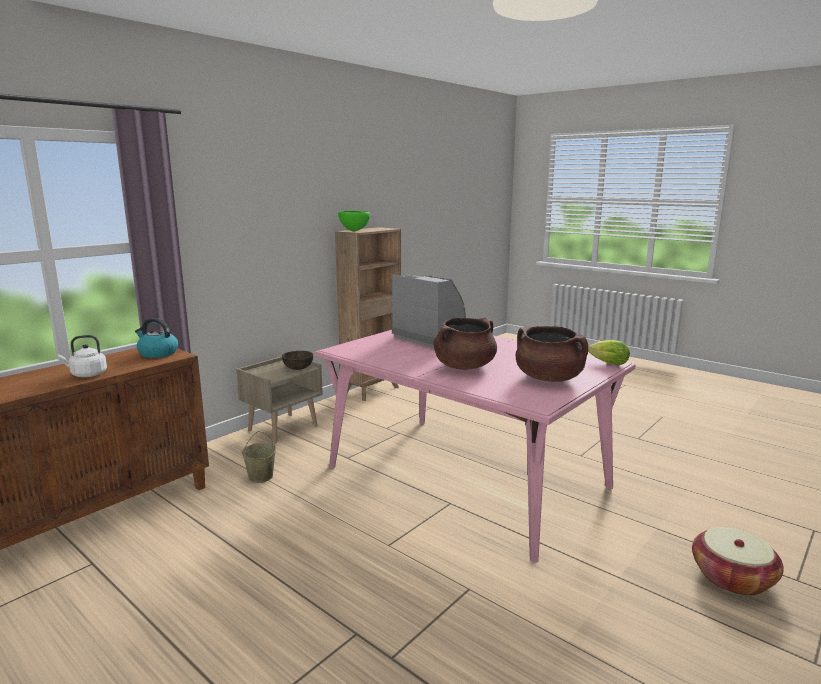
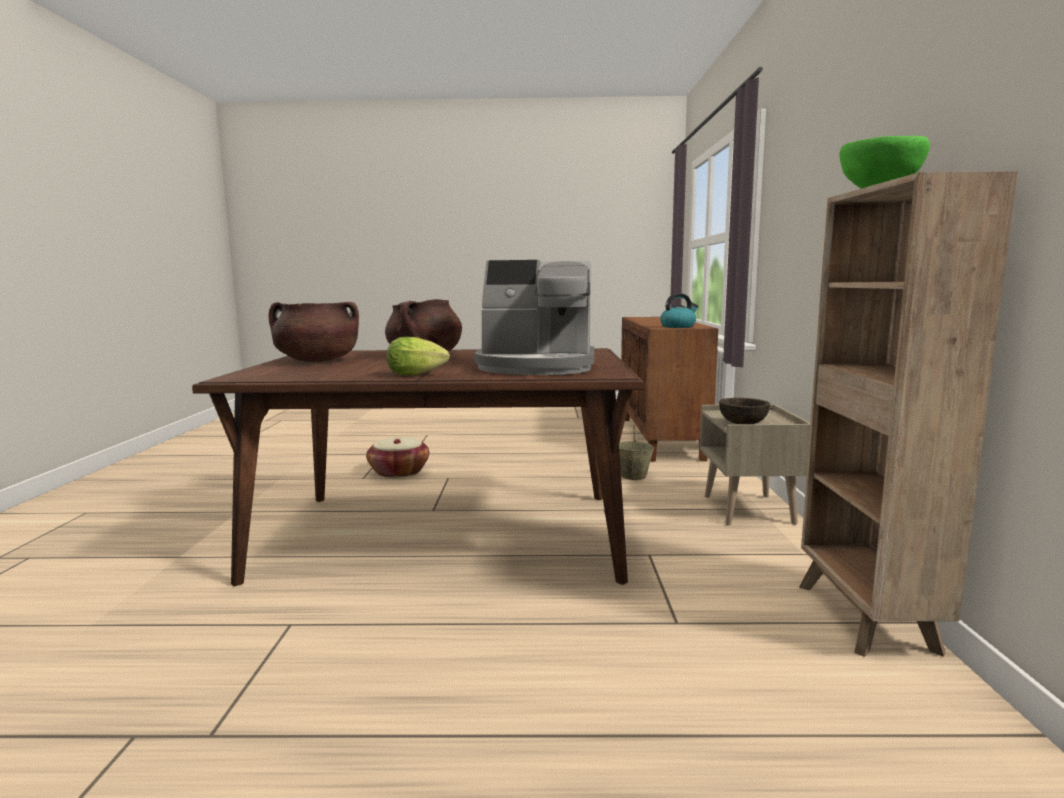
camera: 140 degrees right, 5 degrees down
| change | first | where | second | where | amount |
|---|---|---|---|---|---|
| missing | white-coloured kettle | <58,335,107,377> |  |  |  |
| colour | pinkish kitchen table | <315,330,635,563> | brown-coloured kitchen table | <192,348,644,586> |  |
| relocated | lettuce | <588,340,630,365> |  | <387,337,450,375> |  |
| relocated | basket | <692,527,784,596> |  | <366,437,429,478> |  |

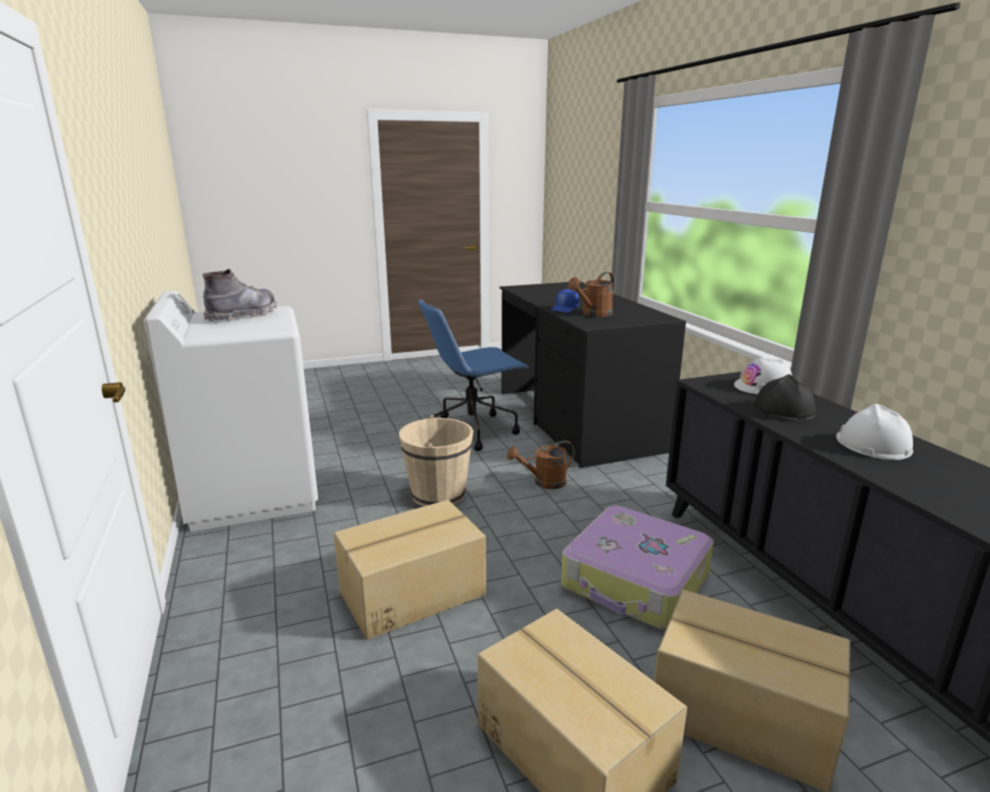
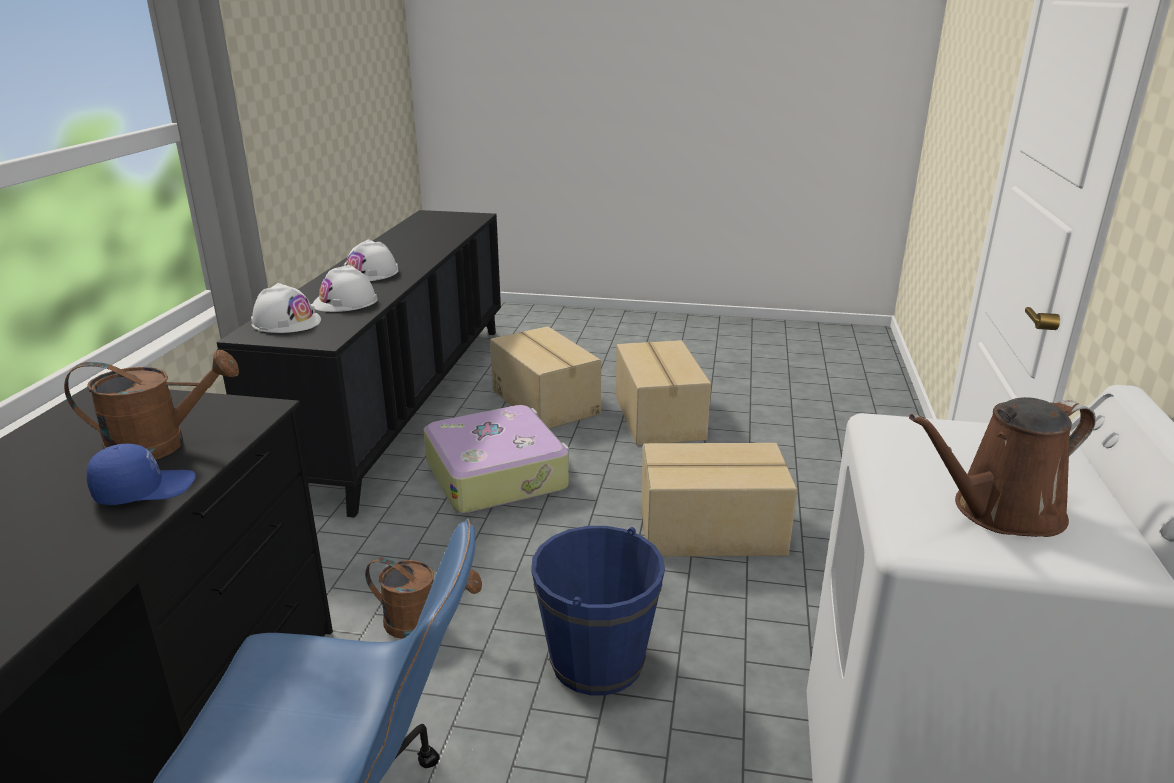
camera: 150 degrees left, 5 degrees up
| change | first | where | second | where | amount |
|---|---|---|---|---|---|
| exchanged | grey tall boot | <203,269,277,322> | brown-coloured sprinkling can | <909,397,1096,537> |  |
| colour | beige-coloured bucket | <399,415,473,506> | blue bucket | <531,526,665,696> |  |
| colour | black-coloured hard hat | <753,374,816,422> | white-coloured hard hat | <313,265,378,312> |  |

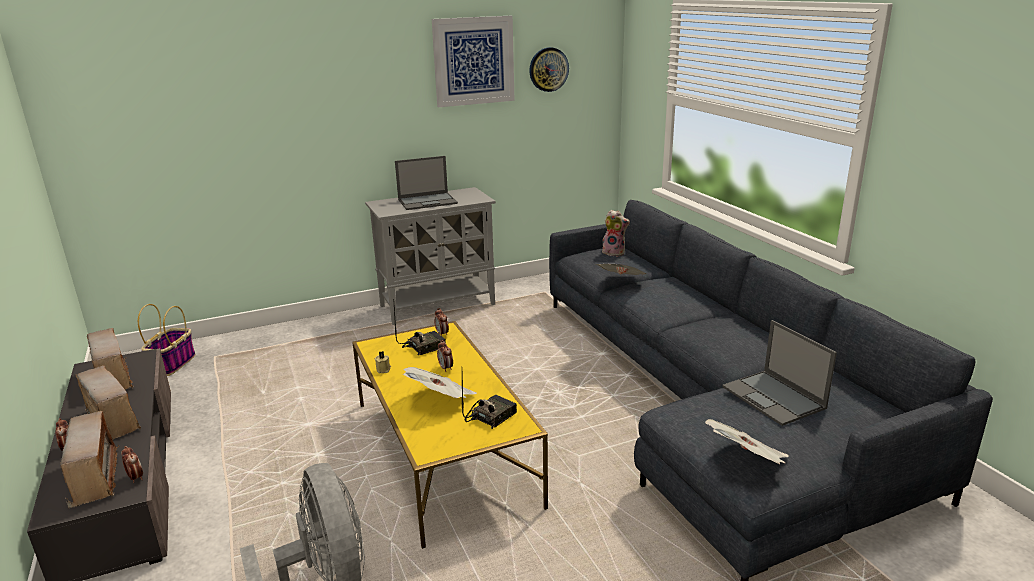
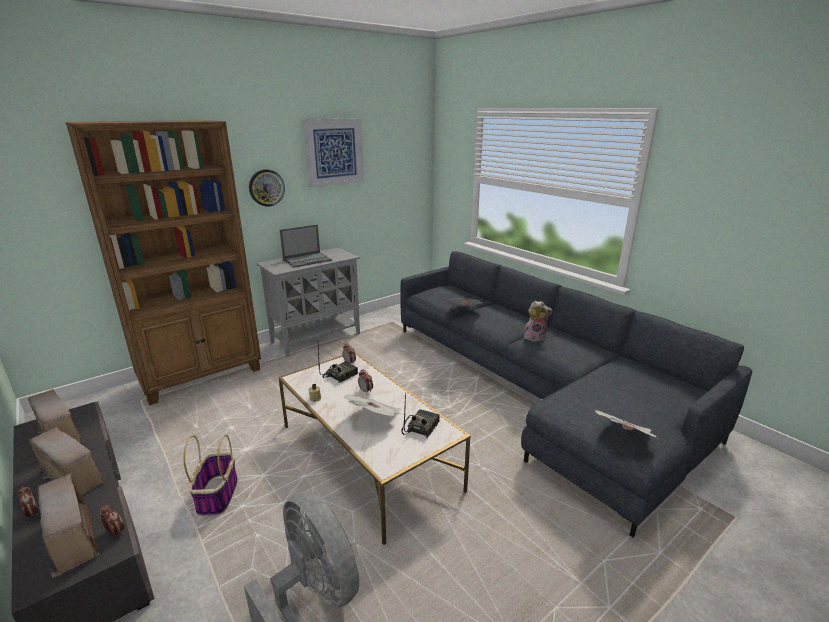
camera: 15 degrees left, 0 degrees up
| change | first | where | second | where | amount |
|---|---|---|---|---|---|
| relocated | basket | <138,304,196,376> |  | <183,435,238,516> |  |
| colour | yellow lounge table | <352,321,548,549> | white-coloured lounge table | <279,352,471,545> |  |
| relocated | hanging clock | <529,47,569,92> |  | <249,169,285,207> |  |
| relocated | plush toy | <602,210,630,257> |  | <524,301,553,342> |  |
| missing | laptop | <722,320,837,426> |  |  |  |
| appeared |  |  | brown-coloured bookcase | <66,120,261,405> |  |

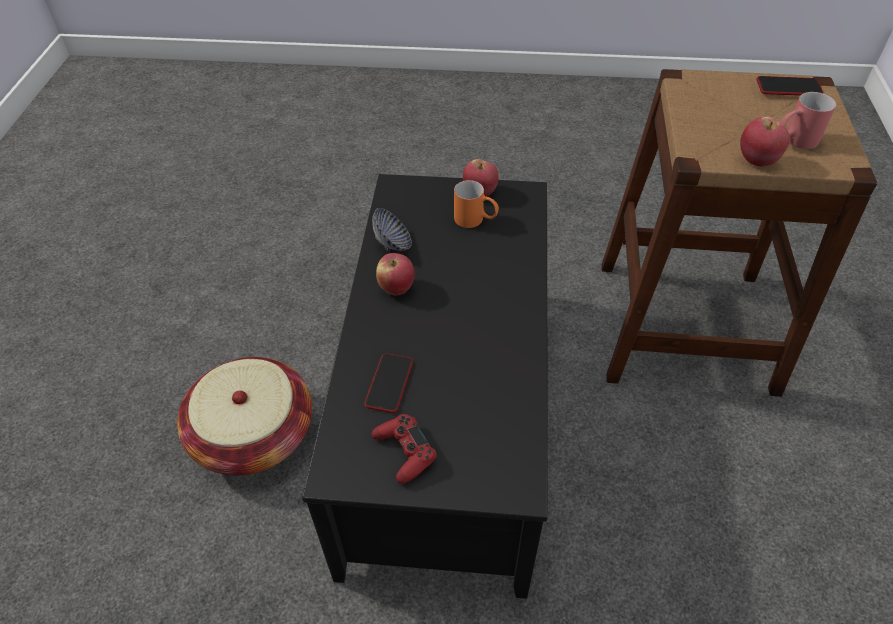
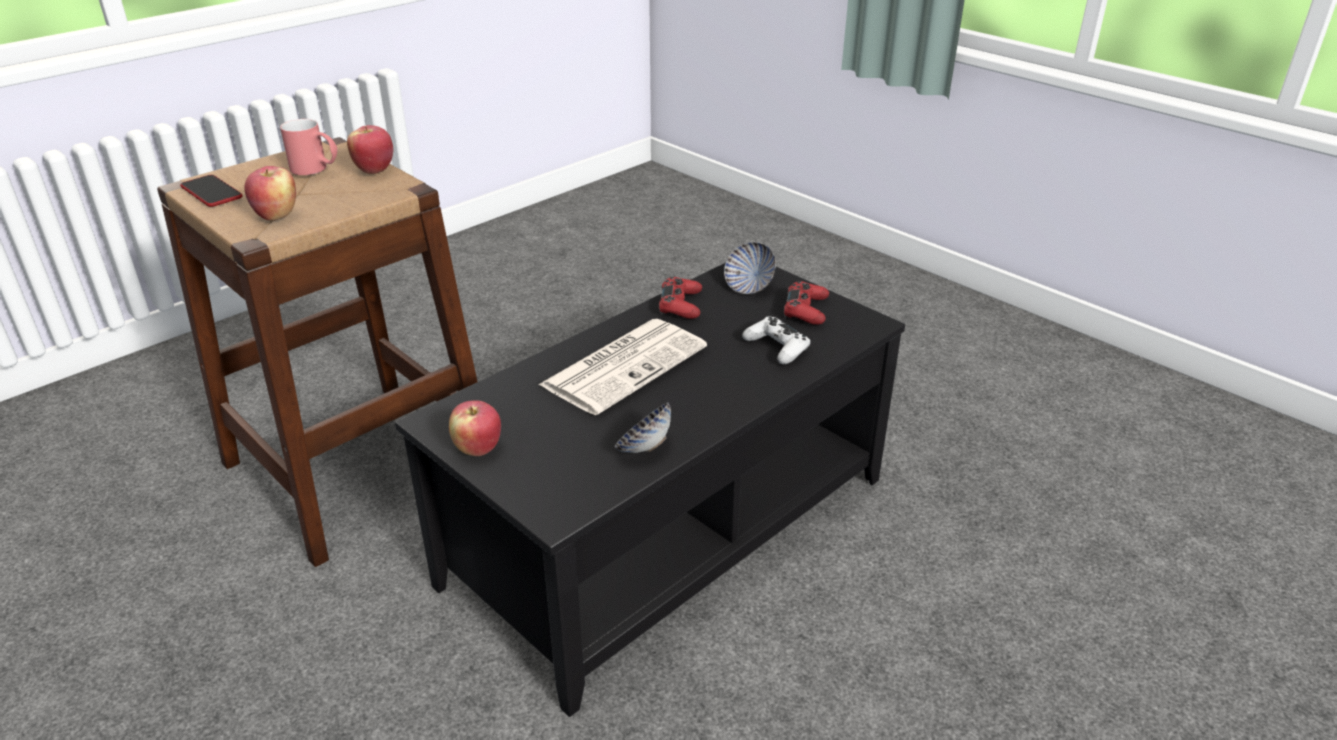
camera: 140 degrees left, 15 degrees down
| change | first | where | second | where | amount |
|---|---|---|---|---|---|
| missing | basket | <177,357,312,475> |  |  |  |
| exchanged | phone | <364,353,413,413> | white-coloured gamepad | <742,317,810,364> |  |
| relocated | apple | <376,253,415,296> |  | <245,166,296,221> |  |
| missing | orange-coloured mug | <454,180,499,228> |  |  |  |
| appeared |  |  | printed paper | <538,319,707,415> |  |
| appeared |  |  | reddish gamepad | <659,277,702,319> |  |
| appeared |  |  | serving bowl | <724,242,776,294> |  |

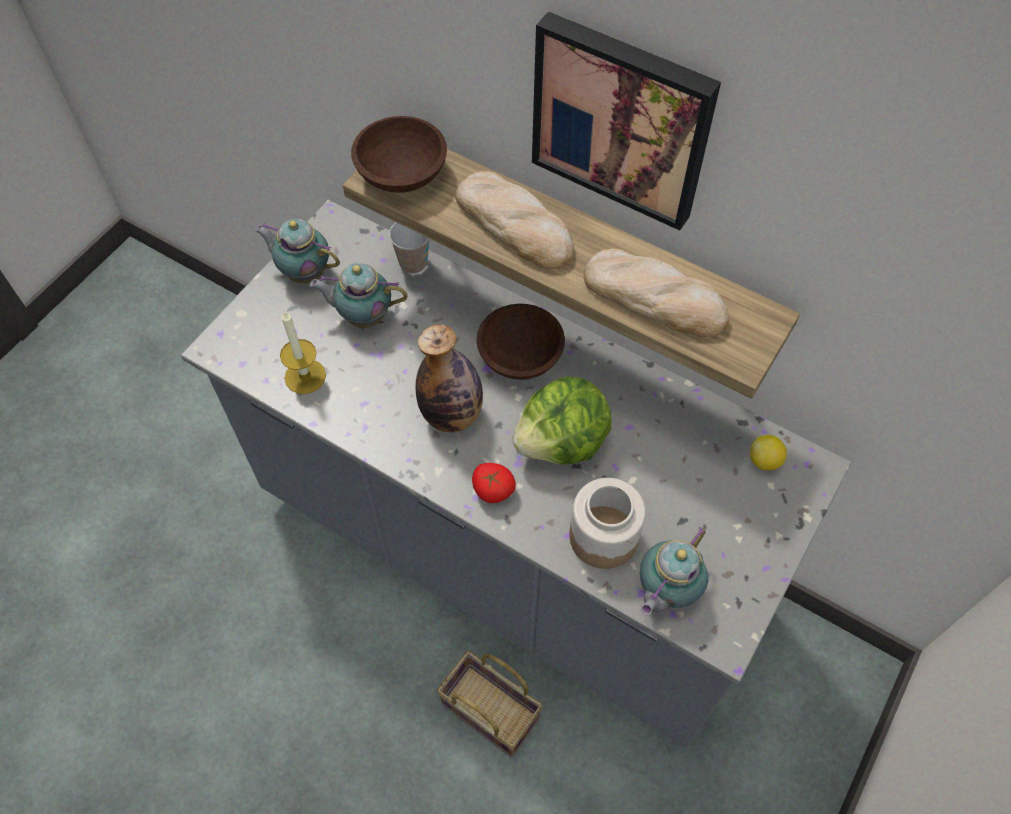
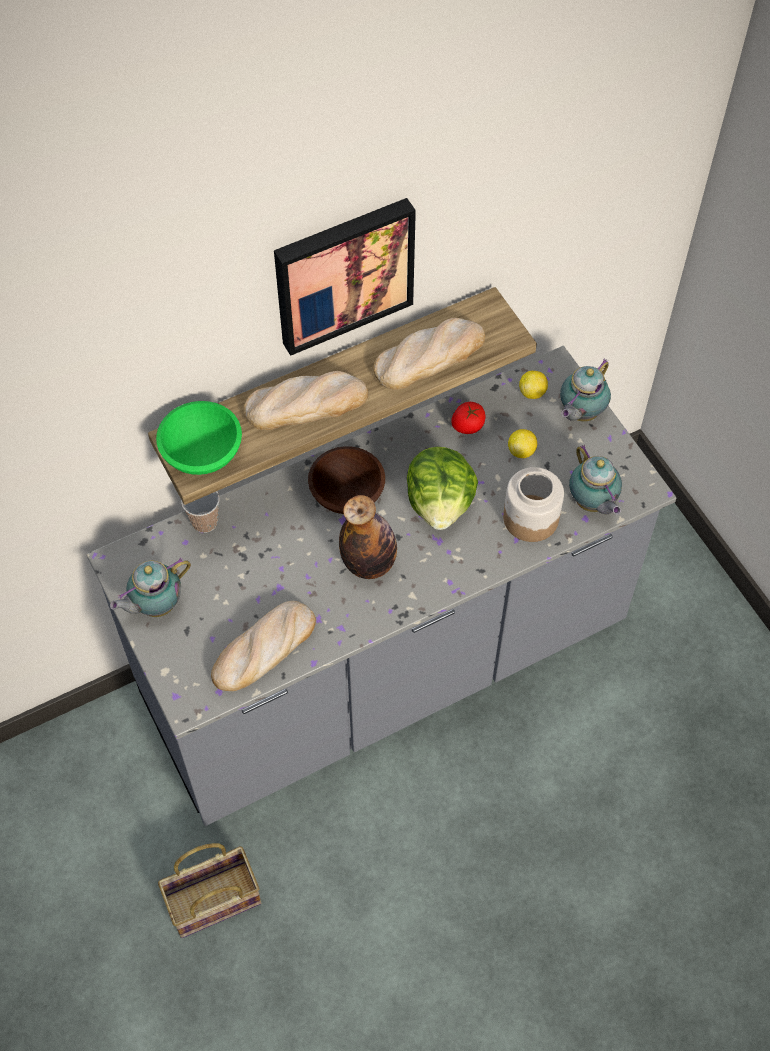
camera: 60 degrees left, 0 degrees up
| change | first | where | second | where | amount |
|---|---|---|---|---|---|
| exchanged | candle | <280,310,326,394> | bakery bread | <211,601,316,691> |  |
| relocated | teapot | <310,263,408,328> |  | <560,358,611,422> |  |
| colour | brown-coloured serving bowl | <351,116,447,193> | green-coloured serving bowl | <156,401,242,475> |  |
| relocated | basket | <437,651,543,757> |  | <158,843,261,938> |  |
| relocated | whole tomato | <472,463,516,503> |  | <451,402,485,434> |  |
| appeared |  |  | citrus fruit | <508,429,537,458> |  |

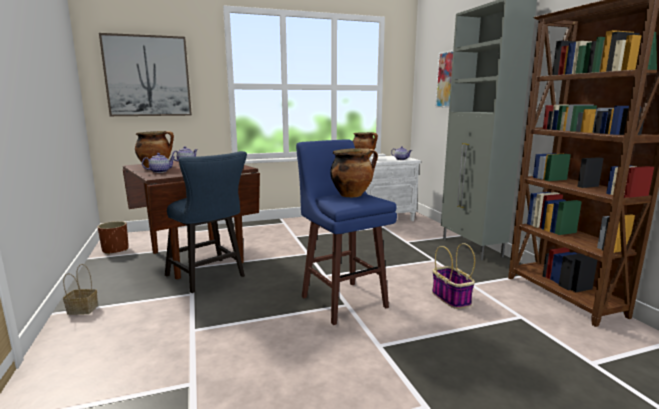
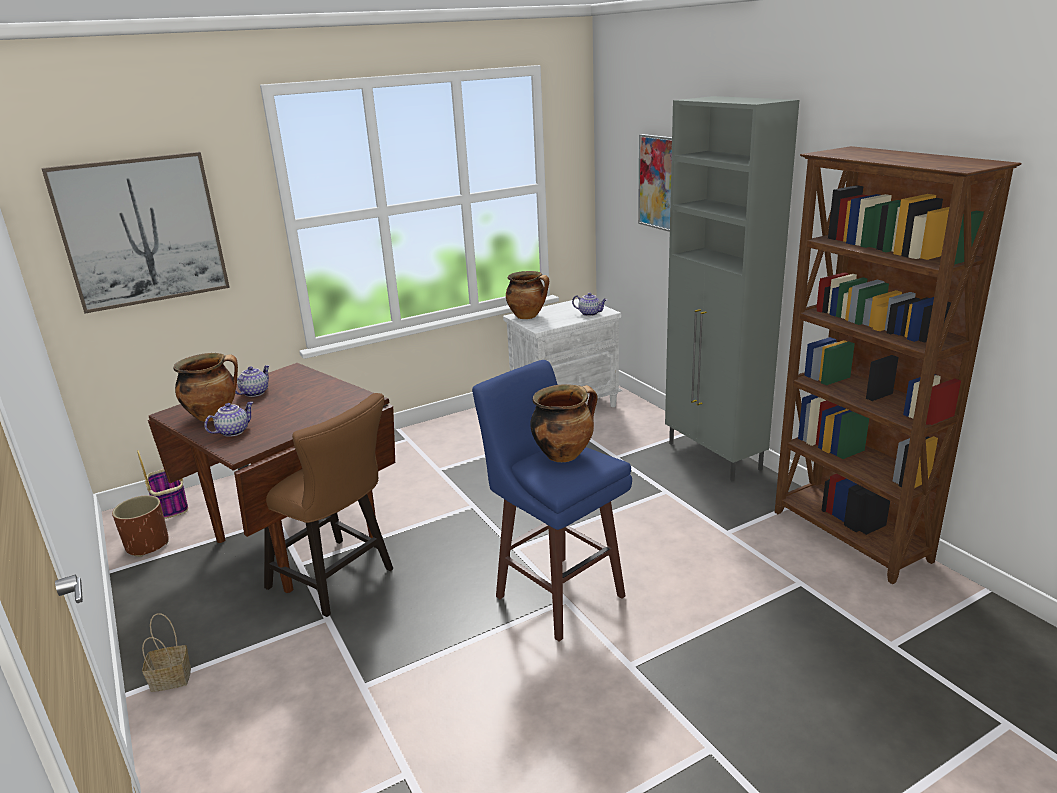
camera: 10 degrees left, 10 degrees up
| change | first | where | second | where | amount |
|---|---|---|---|---|---|
| colour | blue upright chair | <165,151,247,293> | brown-coloured upright chair | <264,393,393,617> |  |
| relocated | basket | <432,243,475,309> |  | <137,450,188,519> |  |

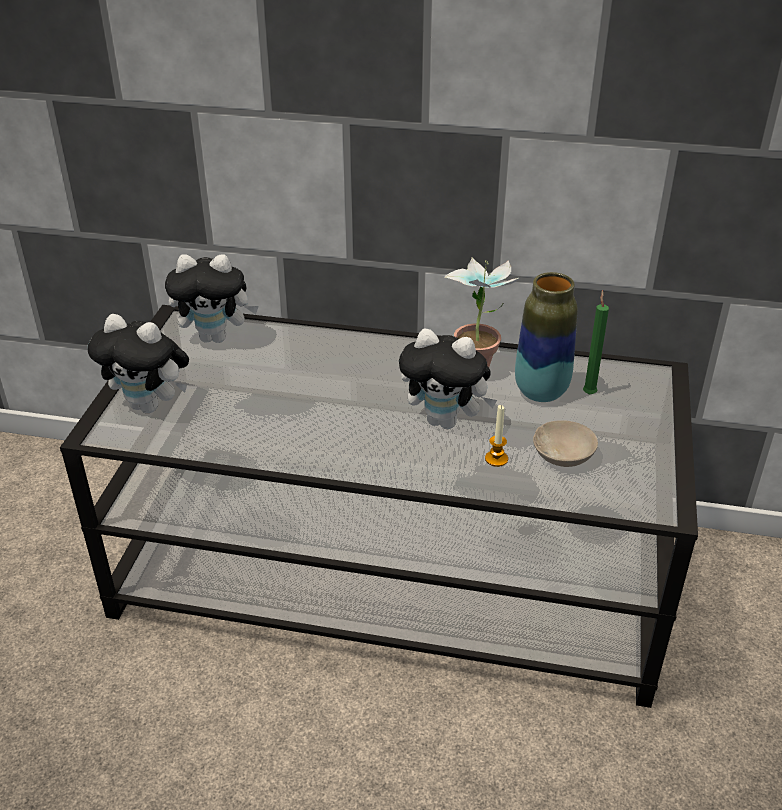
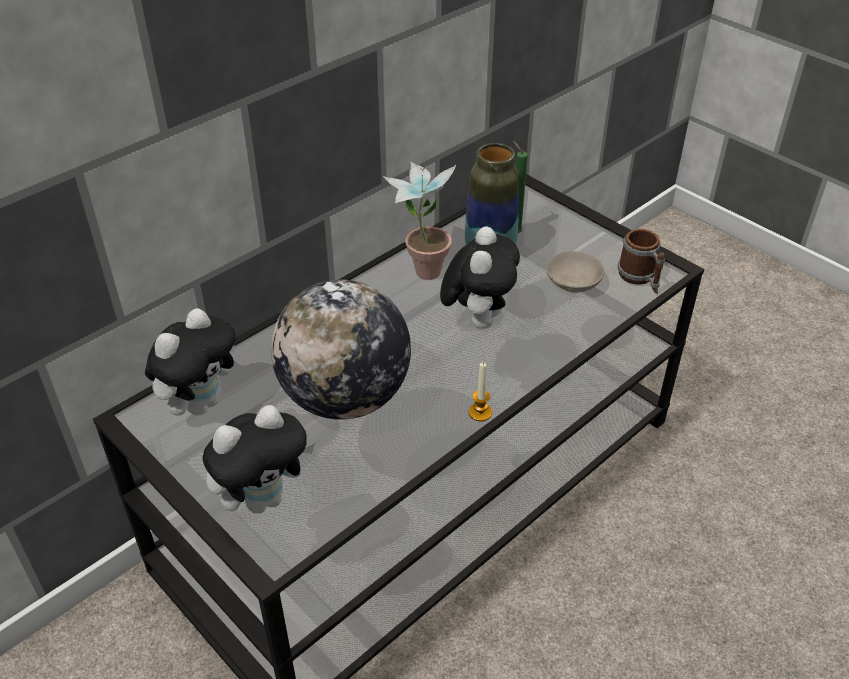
camera: 55 degrees left, 5 degrees up
| change | first | where | second | where | amount |
|---|---|---|---|---|---|
| spun | plush toy | <399,328,497,429> |  | <440,226,520,329> | 45 degrees counterclockwise |
| relocated | candle | <485,405,508,467> |  | <469,363,492,421> |  |
| appeared |  |  | desk globe | <271,279,411,420> |  |
| appeared |  |  | mug | <618,229,665,294> |  |

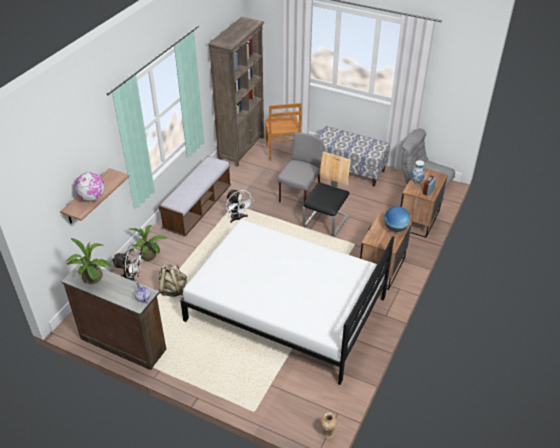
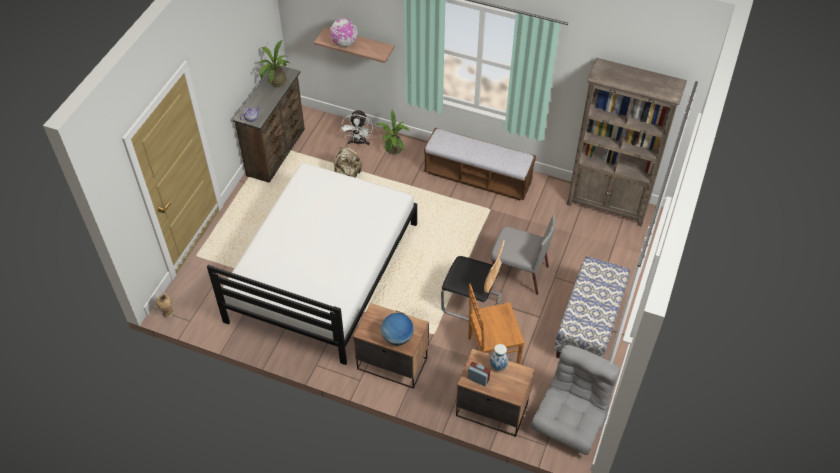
camera: 85 degrees right, 10 degrees up
| change | first | where | second | where | amount |
|---|---|---|---|---|---|
| missing | white-coloured fan | <226,189,252,223> |  |  |  |
| relocated | brown-coloured upright chair | <265,103,302,161> |  | <468,284,525,364> |  |

